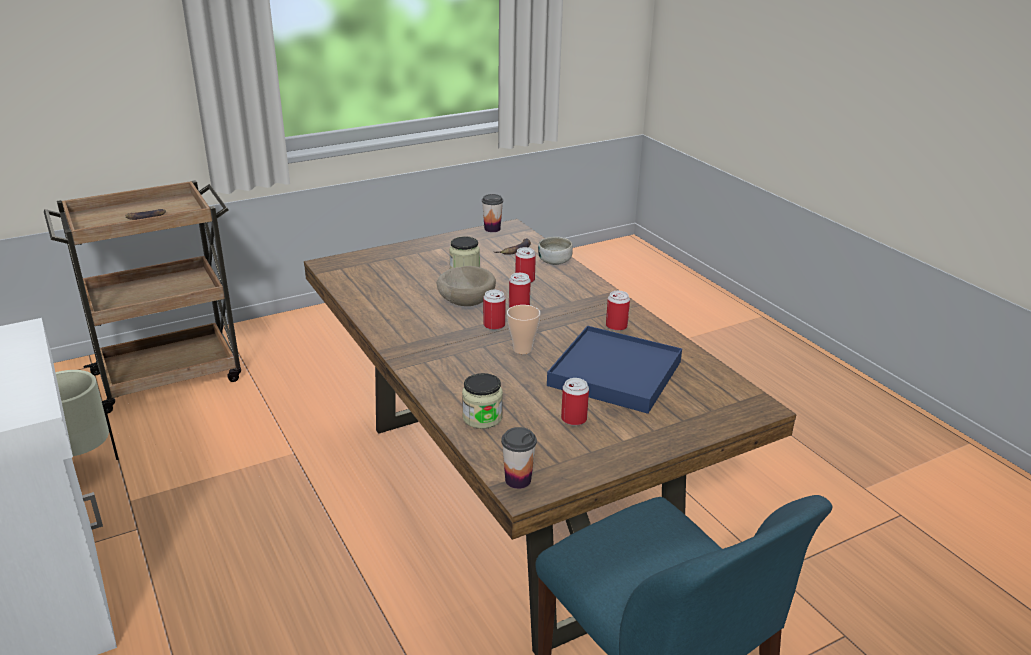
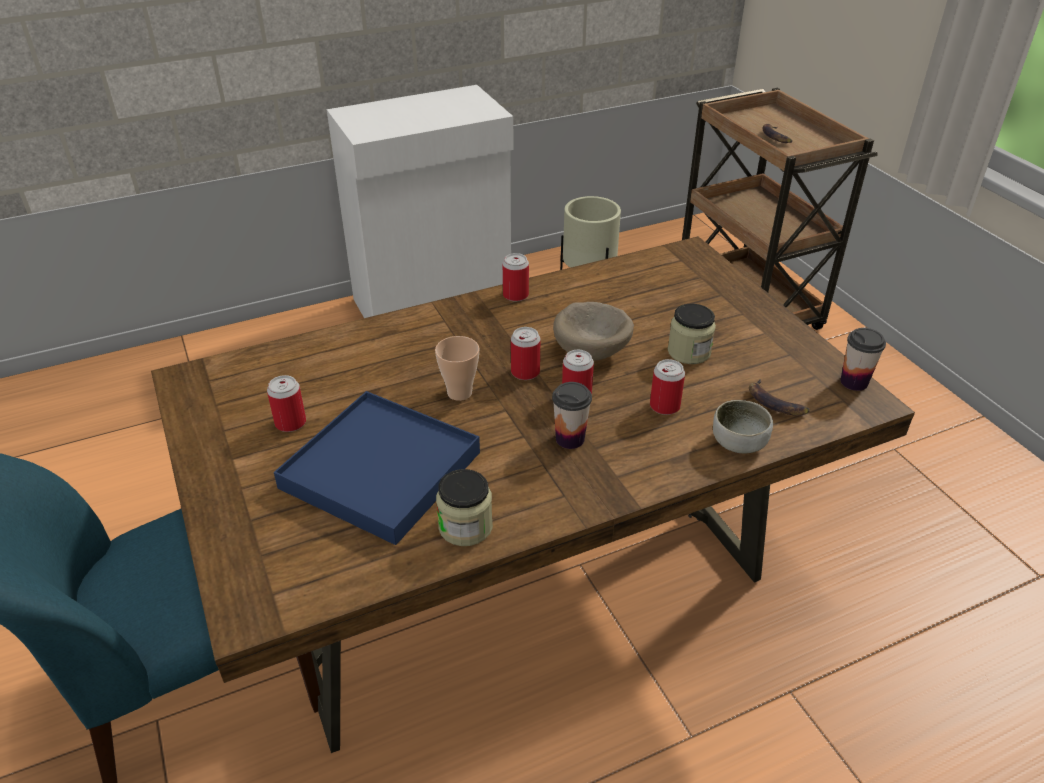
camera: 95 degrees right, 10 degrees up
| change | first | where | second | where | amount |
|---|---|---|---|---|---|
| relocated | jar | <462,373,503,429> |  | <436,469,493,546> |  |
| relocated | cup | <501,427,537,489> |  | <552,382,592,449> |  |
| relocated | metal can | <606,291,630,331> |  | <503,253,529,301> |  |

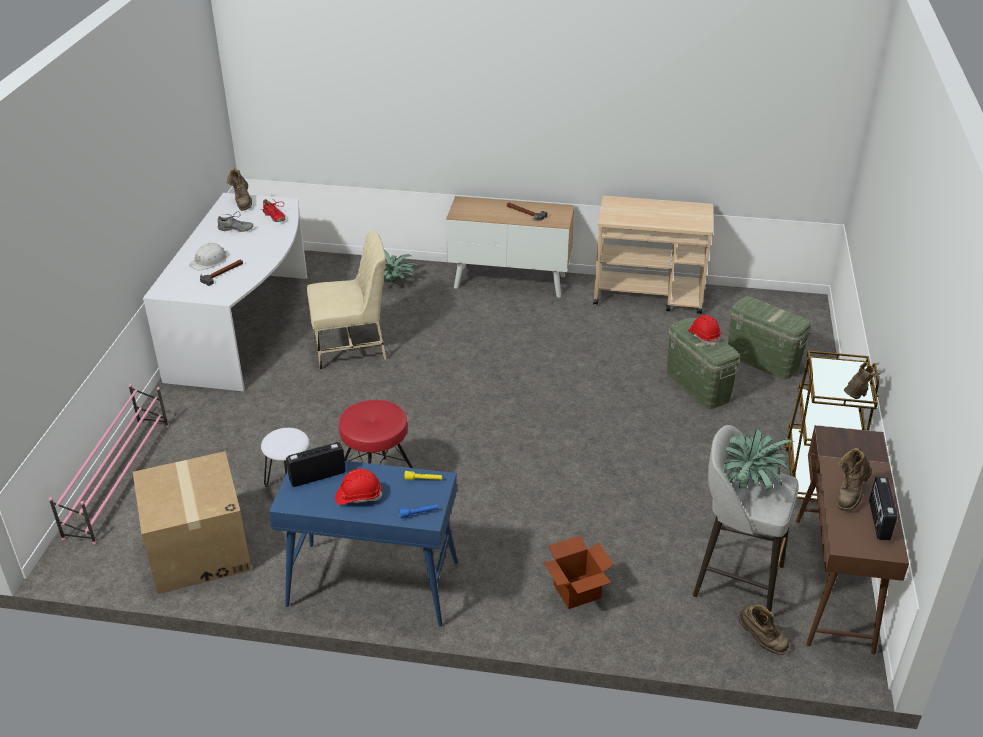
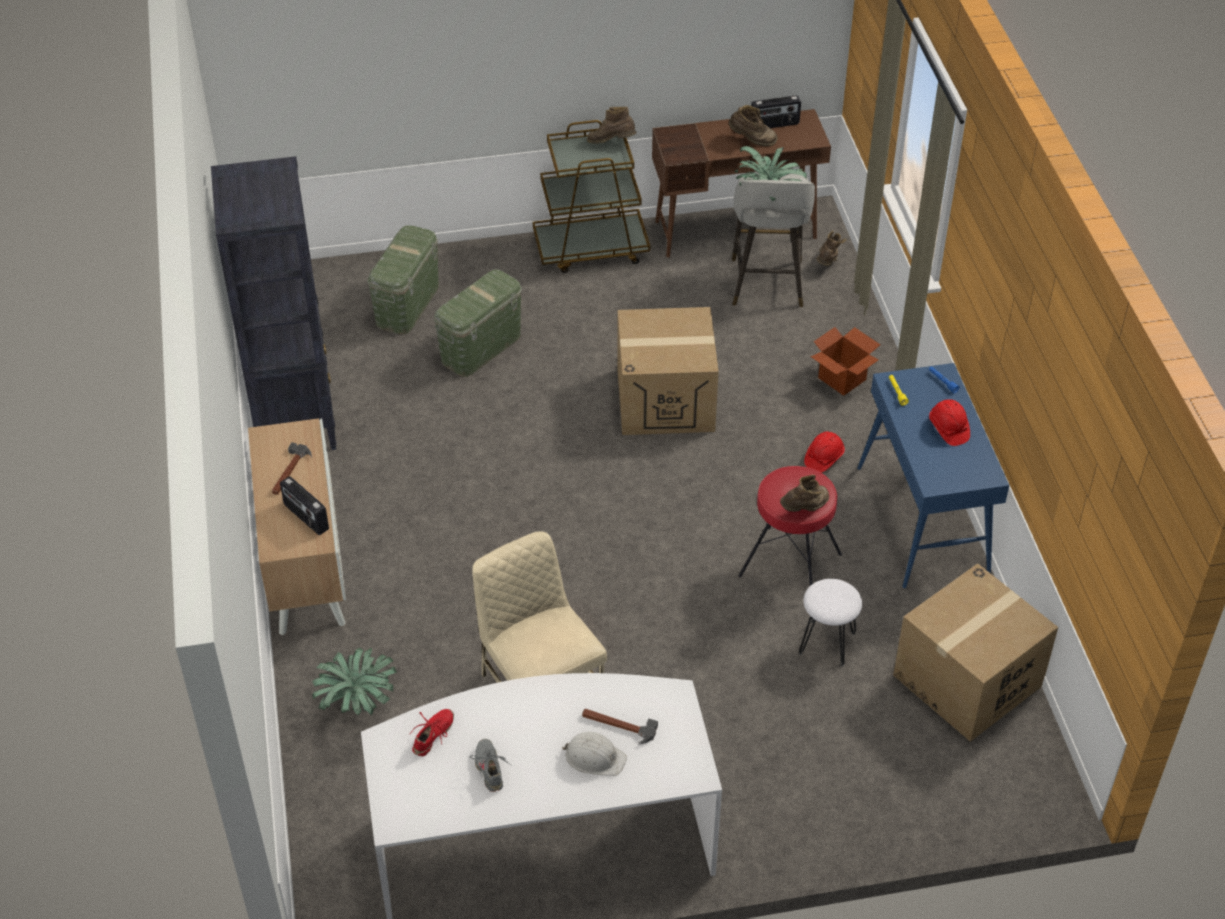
camera: 110 degrees left, 10 degrees up
| change | first | where | second | where | amount |
|---|---|---|---|---|---|
| missing | pinkish shoe shelf | <49,384,169,544> |  |  |  |
| relocated | brown-coloured tall boot | <227,169,252,211> |  | <780,475,829,512> |  |
| relocated | radio receiver | <286,442,346,487> |  | <280,476,329,535> |  |
| exchanged | beige-coloured cart | <593,196,713,314> | black-coloured bookcase | <211,156,337,450> |  |
| relocated | reddish hard hat | <687,315,721,346> |  | <804,432,845,473> |  |
| appeared |  |  | packing box | <617,307,719,435> |  |

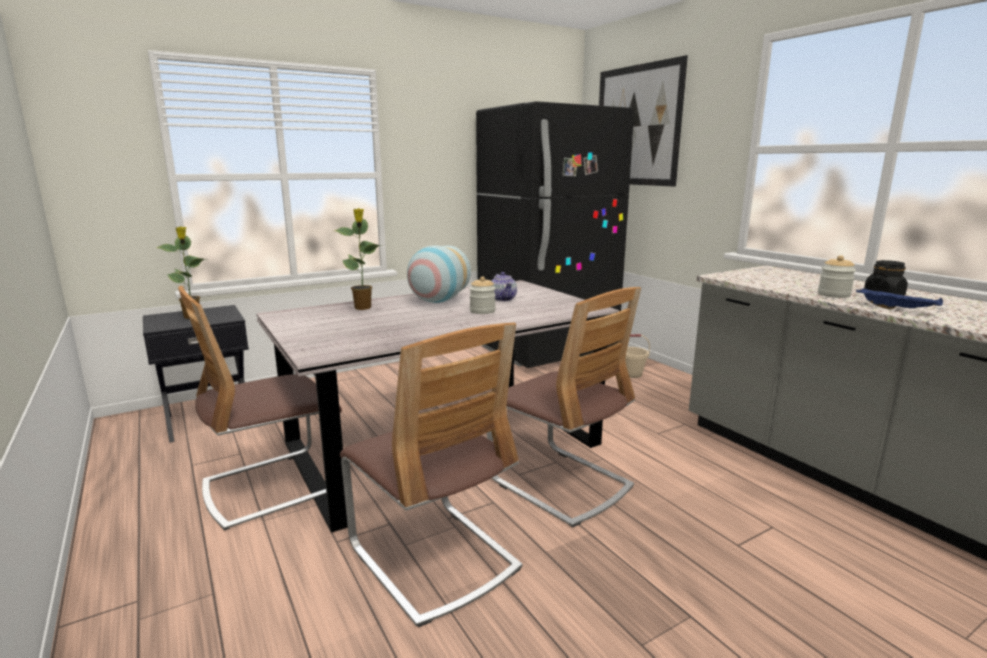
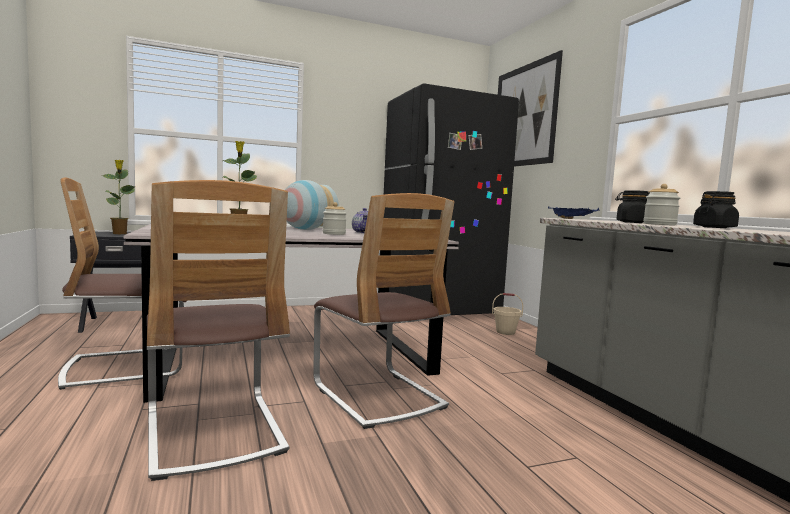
camera: 10 degrees right, 10 degrees down
| change | first | where | second | where | amount |
|---|---|---|---|---|---|
| relocated | blue carrying tray | <856,289,943,310> |  | <548,207,600,219> |  |
| appeared |  |  | black-coloured jar | <615,190,650,223> |  |

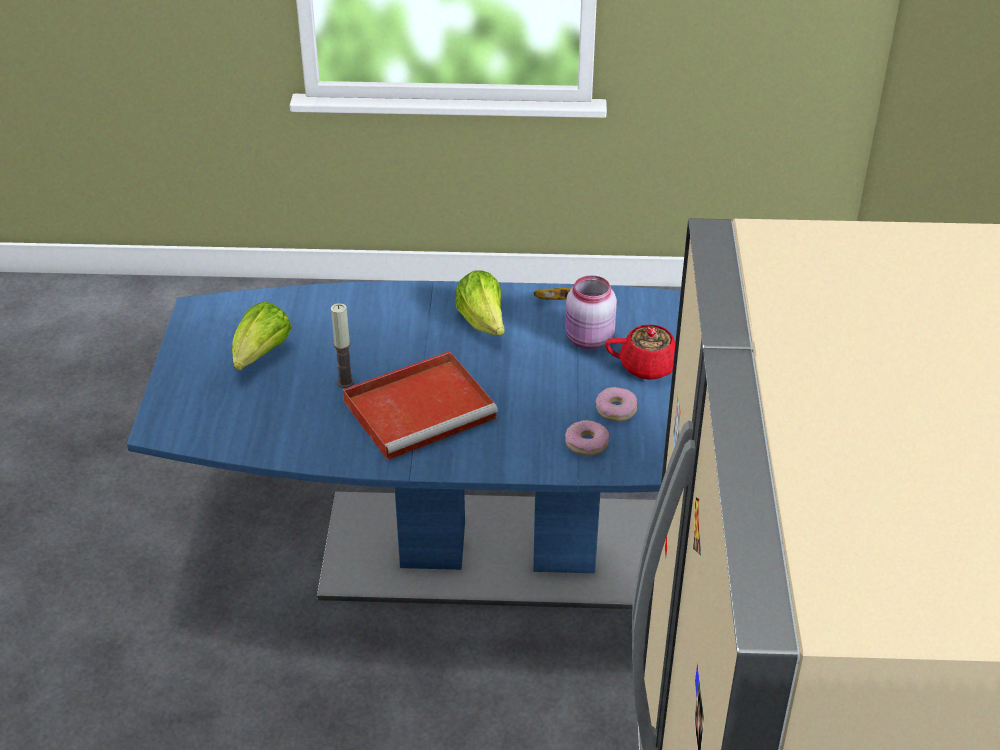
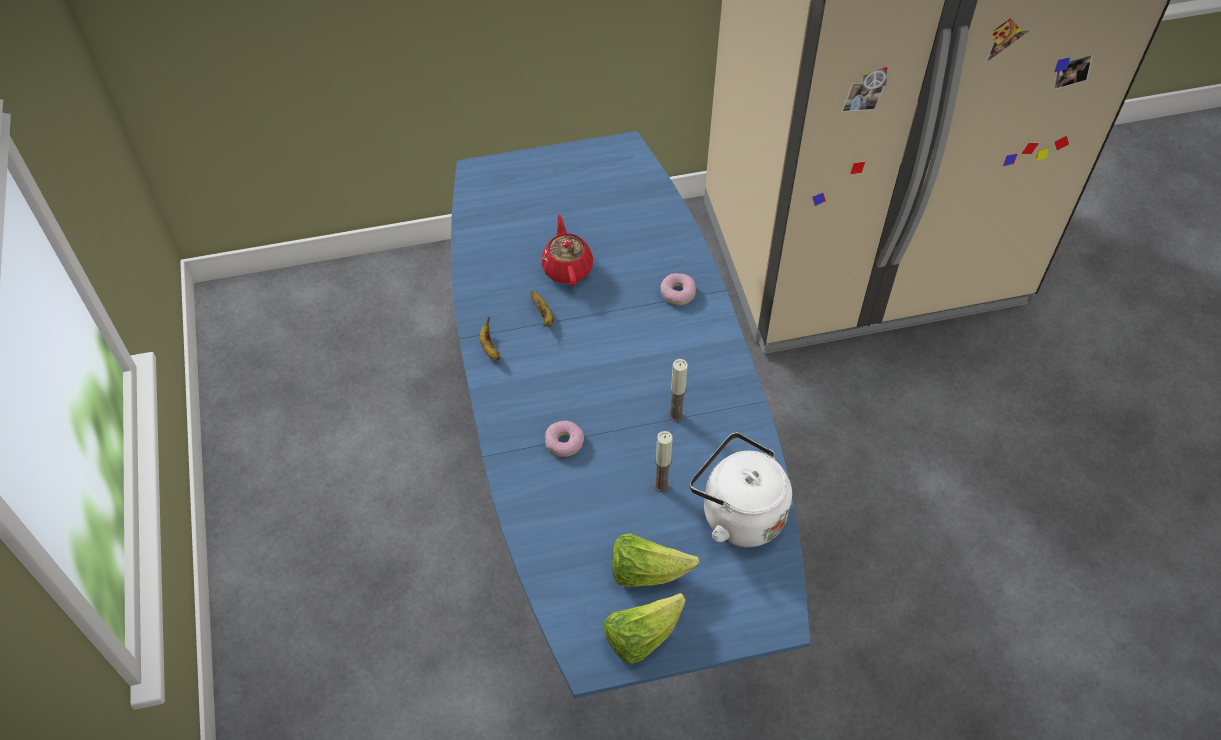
camera: 105 degrees left, 15 degrees up
| change | first | where | second | where | amount |
|---|---|---|---|---|---|
| exchanged | reddish carrying tray | <343,351,498,461> | candle | <669,359,688,422> |  |
| relocated | lettuce | <455,270,505,335> |  | <604,593,686,664> |  |
| exchanged | pinkish jar | <565,275,617,350> | whole banana | <530,291,553,327> |  |
| relocated | donut | <596,387,637,421> |  | <545,421,584,457> |  |
| appeared |  |  | white-coloured kettle | <690,432,792,547> |  |

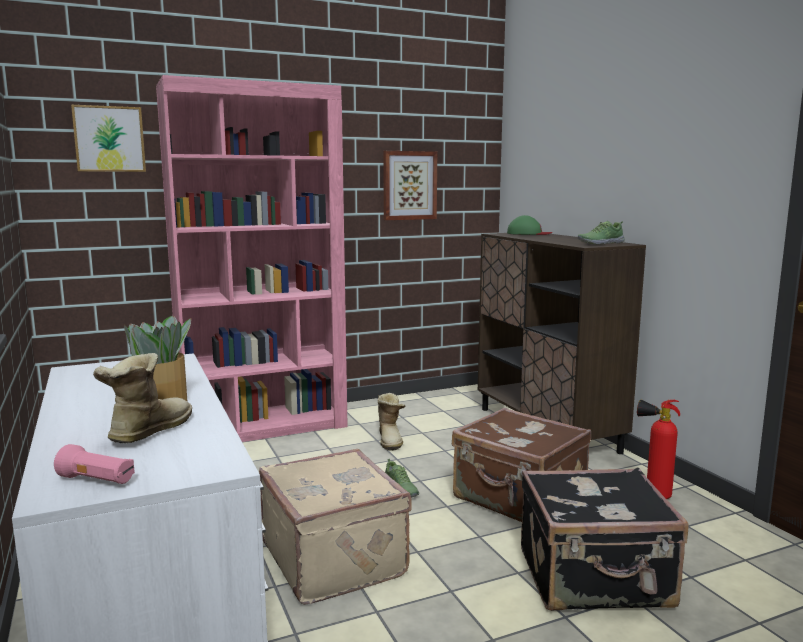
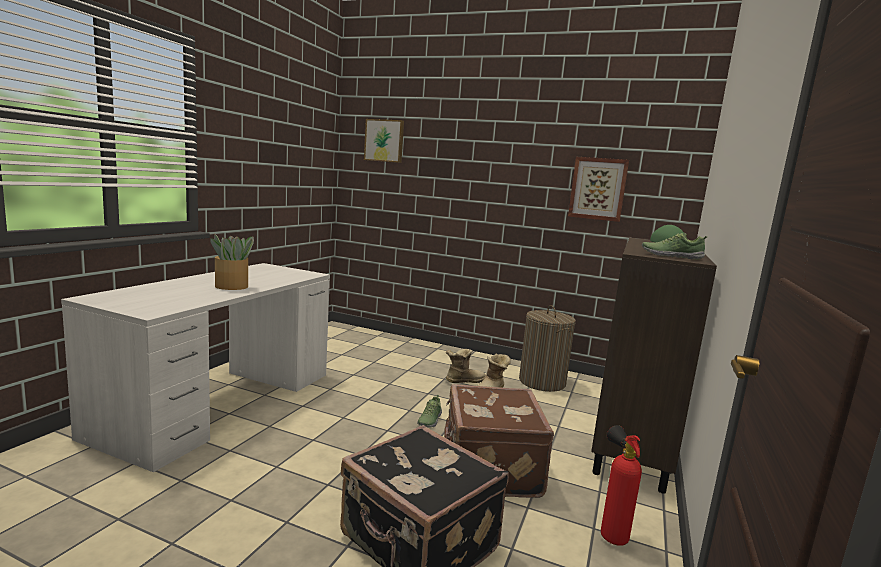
camera: 45 degrees right, 0 degrees up
| change | first | where | second | where | amount |
|---|---|---|---|---|---|
| missing | pinkish hand torch | <54,444,135,484> |  |  |  |
| relocated | tall boot | <93,353,192,443> |  | <446,349,486,383> |  |
| missing | pinkish bookcase | <156,75,348,442> |  |  |  |
| missing | beige-coloured suitcase | <259,449,412,605> |  |  |  |
| appeared |  |  | washing basket | <519,305,576,392> |  |

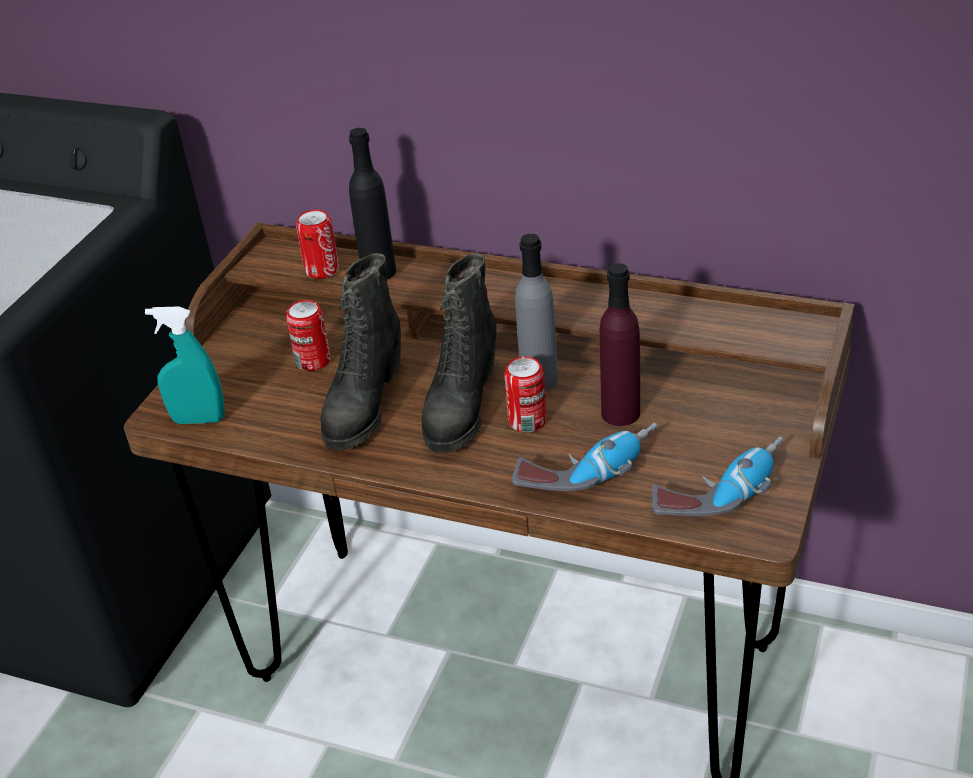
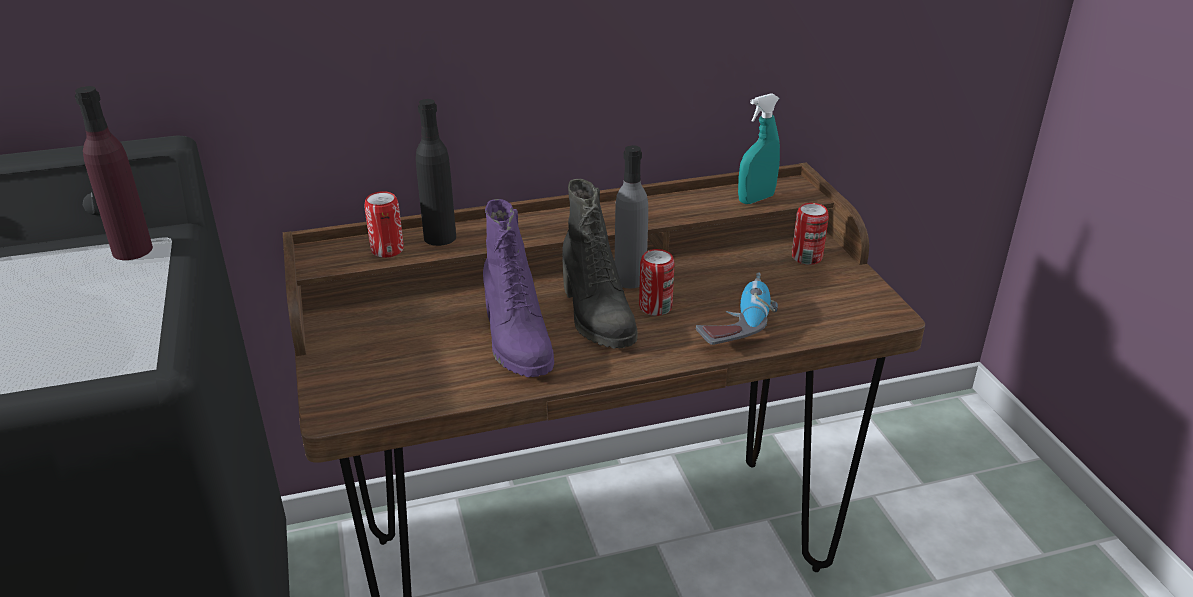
camera: 40 degrees left, 5 degrees down
| change | first | where | second | where | amount |
|---|---|---|---|---|---|
| relocated | blue-green hand sprayer | <145,307,225,424> |  | <738,93,780,204> |  |
| relocated | metal can | <286,300,330,371> |  | <792,203,829,265> |  |
| colour | black-coloured tall boot | <321,253,401,451> | purple tall boot | <483,199,554,377> |  |
| relocated | purple bottle | <600,263,640,426> |  | <75,86,153,260> |  |
| missing | drill | <652,436,783,516> |  |  |  |

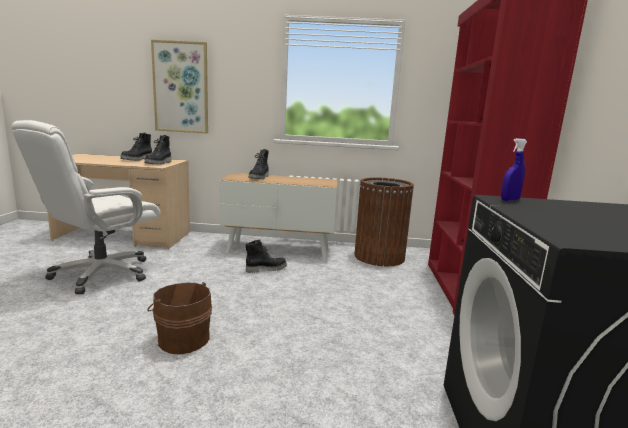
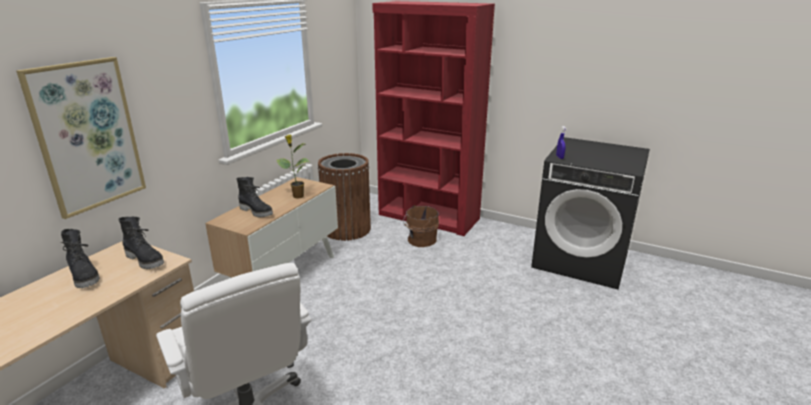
camera: 65 degrees left, 10 degrees up
| change | first | where | second | where | amount |
|---|---|---|---|---|---|
| relocated | brown-coloured bucket | <147,282,212,355> |  | <403,205,439,247> |  |
| missing | black-coloured tall boot | <245,240,287,273> |  |  |  |
| appeared |  |  | houseplant | <277,134,310,199> |  |

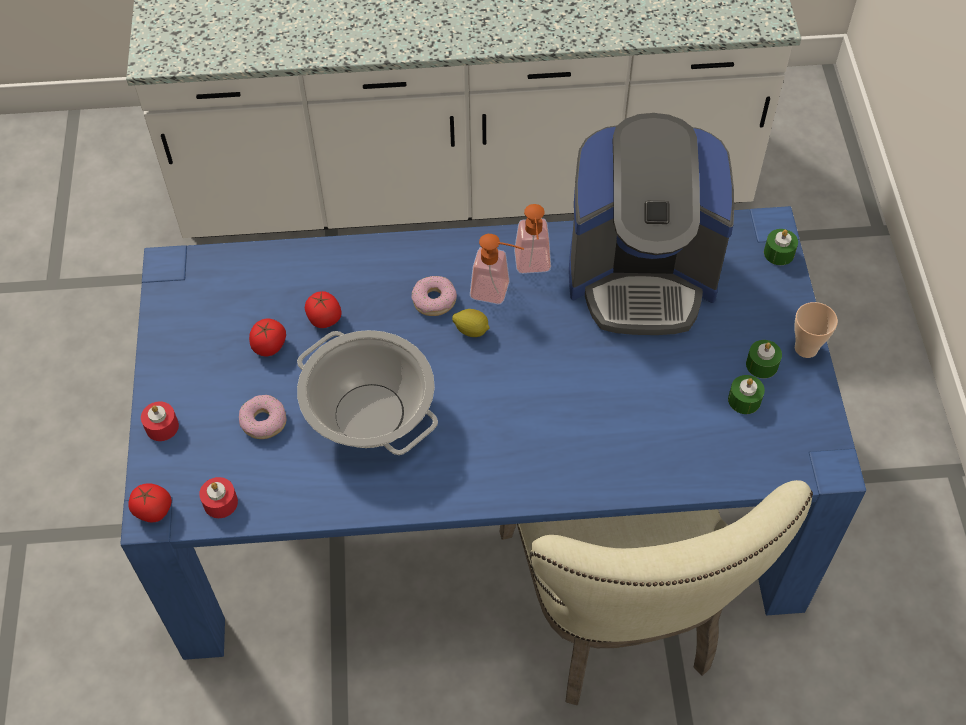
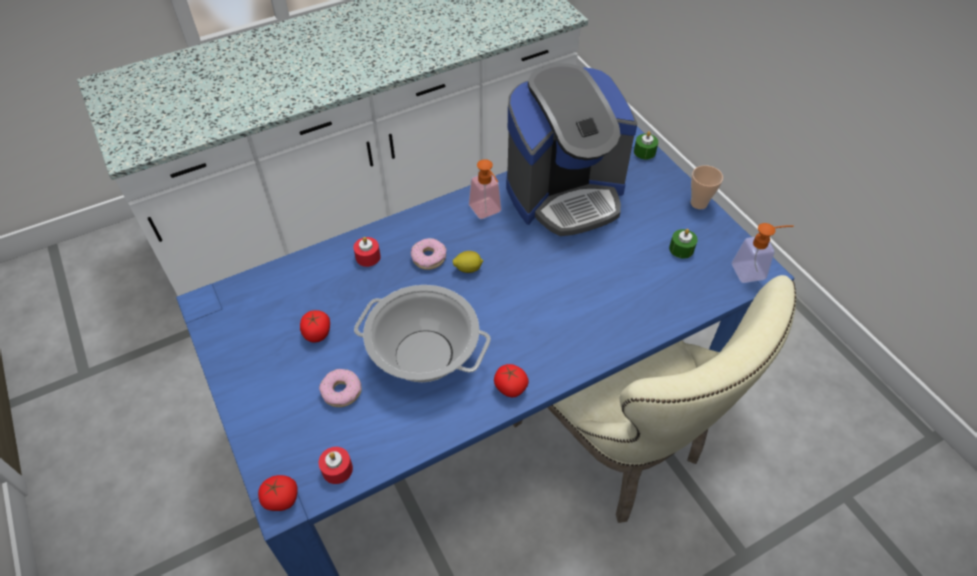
camera: 25 degrees left, 5 degrees down
| change | first | where | second | where | amount |
|---|---|---|---|---|---|
| relocated | reddish candle | <141,402,179,441> |  | <353,237,381,267> |  |
| relocated | whole tomato | <305,291,341,328> |  | <494,364,529,397> |  |
| relocated | soap bottle | <470,234,524,304> |  | <732,223,794,283> |  |
| missing | green-coloured candle | <746,340,782,378> |  |  |  |

